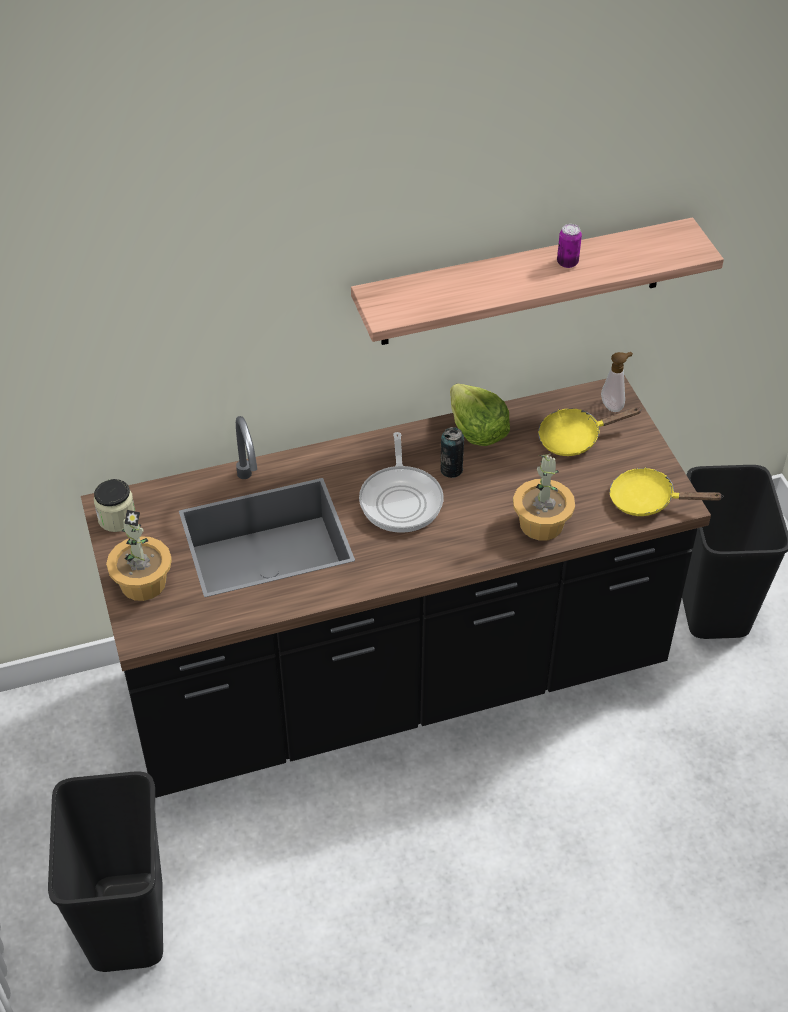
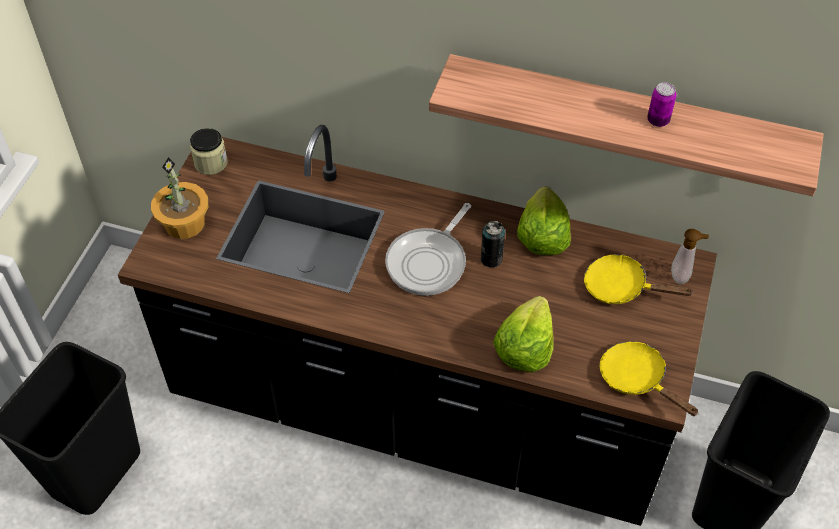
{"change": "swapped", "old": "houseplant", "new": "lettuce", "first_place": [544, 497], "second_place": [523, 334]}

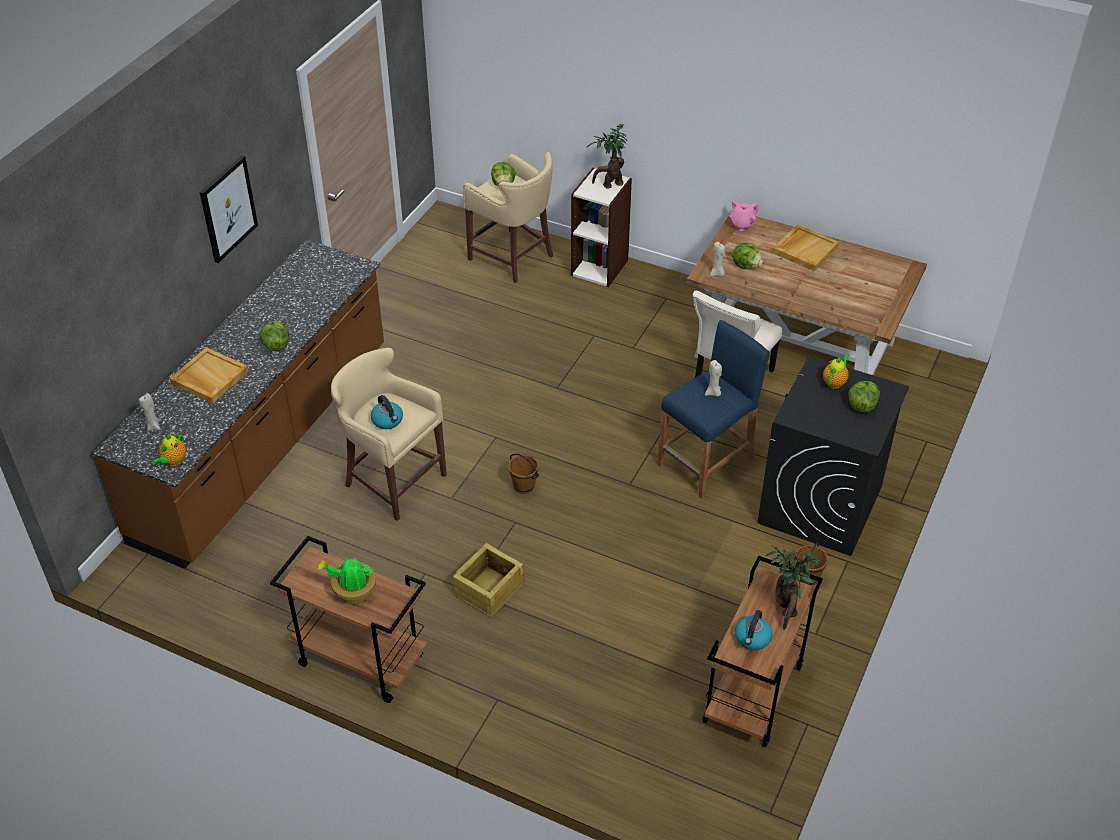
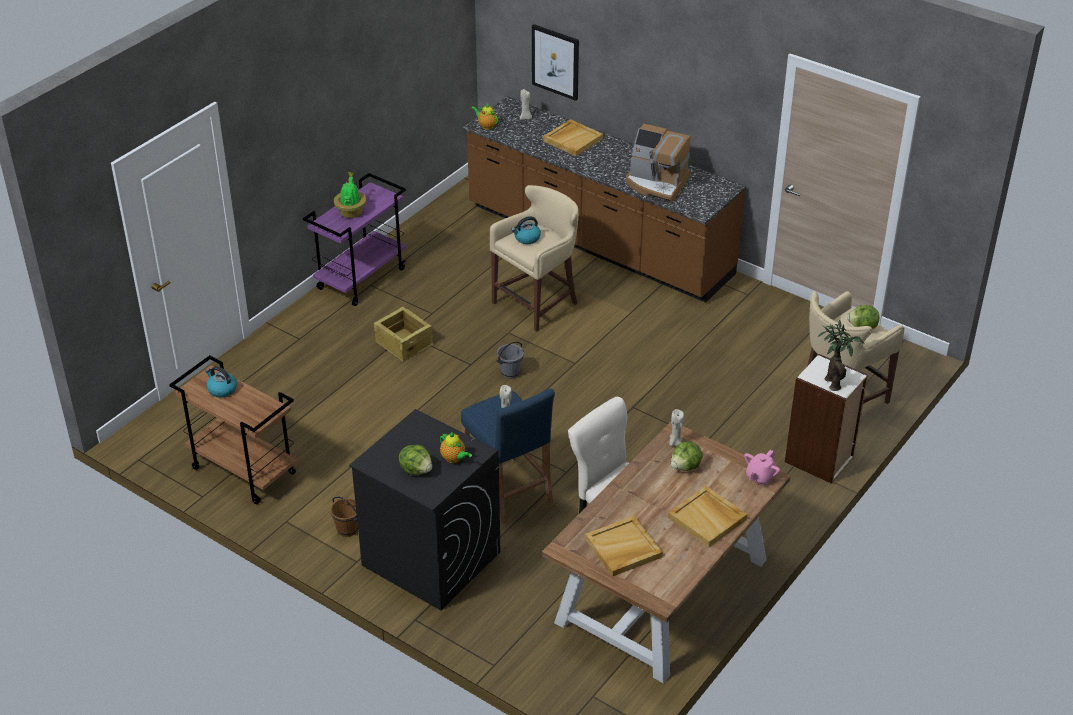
{"change": "shifted", "old": "wall_art", "first_place": [228, 209], "second_place": [555, 62]}
{"change": "gone", "old": "lettuce", "first_place": [274, 336]}
{"change": "repainted", "old": "brown_wheeled_cart", "new": "purple_wheeled_cart", "first_place": [349, 619], "second_place": [354, 239]}
{"change": "repainted", "old": "brown_bucket", "new": "greyish_bucket", "first_place": [523, 474], "second_place": [510, 360]}
{"change": "rotated", "old": "pinkish_pot_for_tea", "first_place": [744, 216], "second_place": [762, 468], "degrees": -120}
{"change": "gone", "old": "houseplant", "first_place": [793, 587]}
{"change": "new", "new": "beige-coloured_serving_tray", "second_place": [624, 546]}
{"change": "new", "new": "coffee_maker", "second_place": [658, 163]}

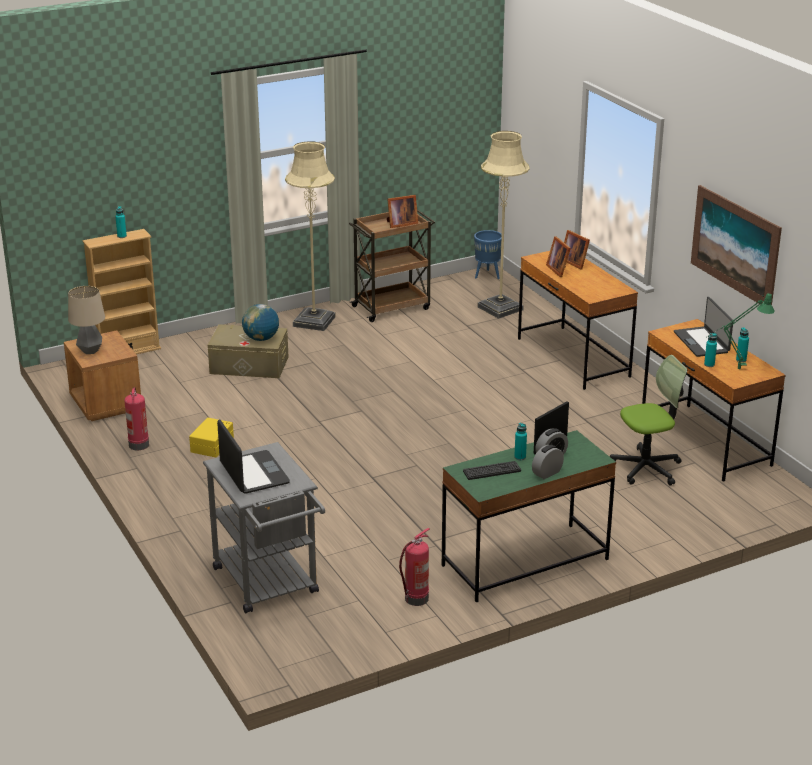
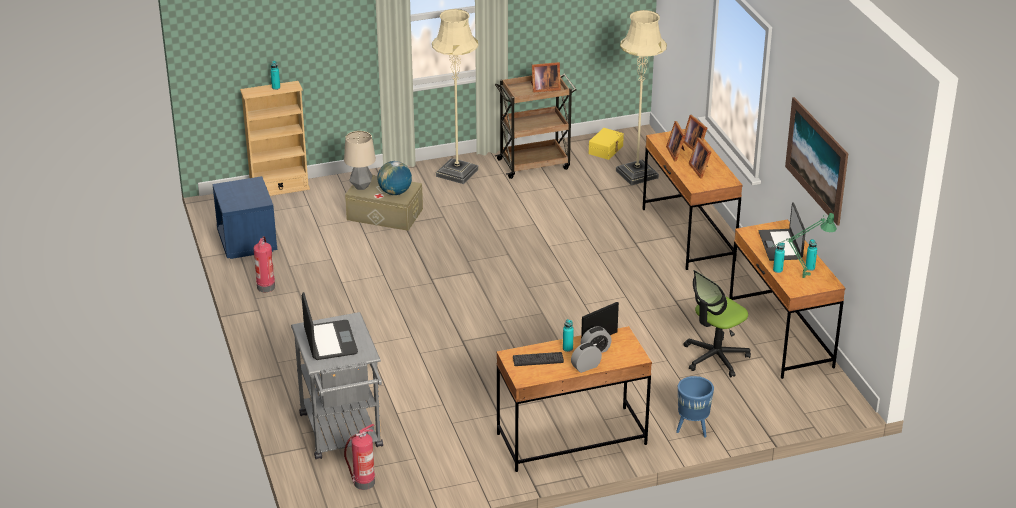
{"change": "repainted", "old": "brown_night_table", "new": "blue-coloured_night_table", "first_place": [102, 375], "second_place": [245, 217]}
{"change": "shifted", "old": "lamp_for_a_table", "first_place": [86, 320], "second_place": [360, 160]}
{"change": "shifted", "old": "yellow_storage_box", "first_place": [211, 437], "second_place": [606, 144]}
{"change": "shifted", "old": "fire_extinguisher", "first_place": [414, 567], "second_place": [359, 457]}
{"change": "repainted", "old": "green-coloured_desk_table", "new": "brown_desk_table", "first_place": [529, 516], "second_place": [574, 399]}
{"change": "shifted", "old": "blue-coloured_plant_pot", "first_place": [488, 254], "second_place": [695, 407]}
{"change": "rotated", "old": "computer_chair", "first_place": [648, 420], "second_place": [717, 323], "degrees": 150}
{"change": "new", "new": "picture_frame", "second_place": [699, 157]}

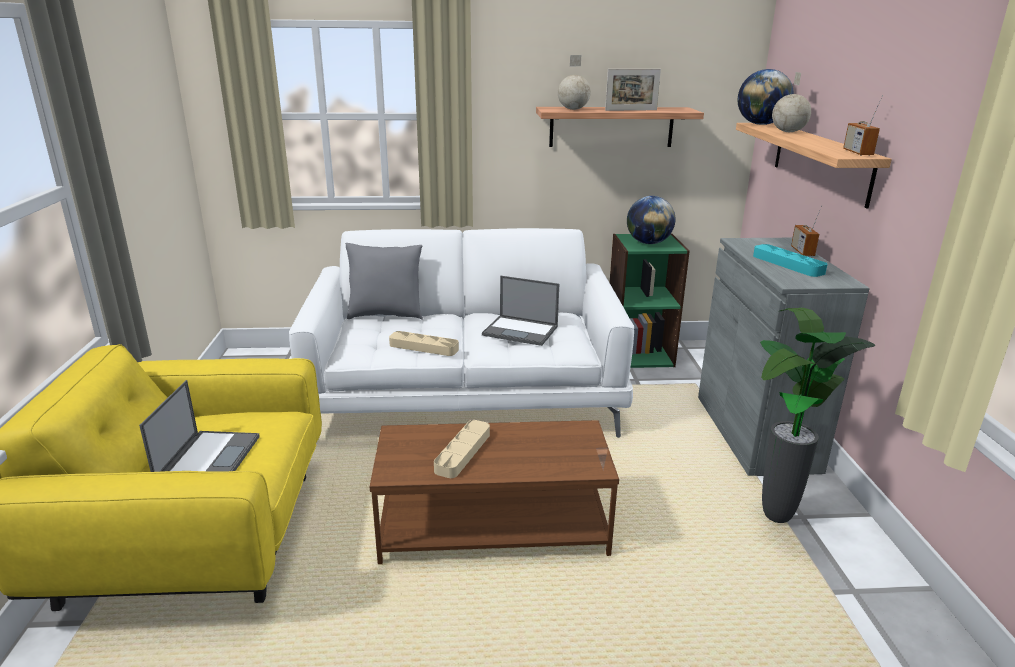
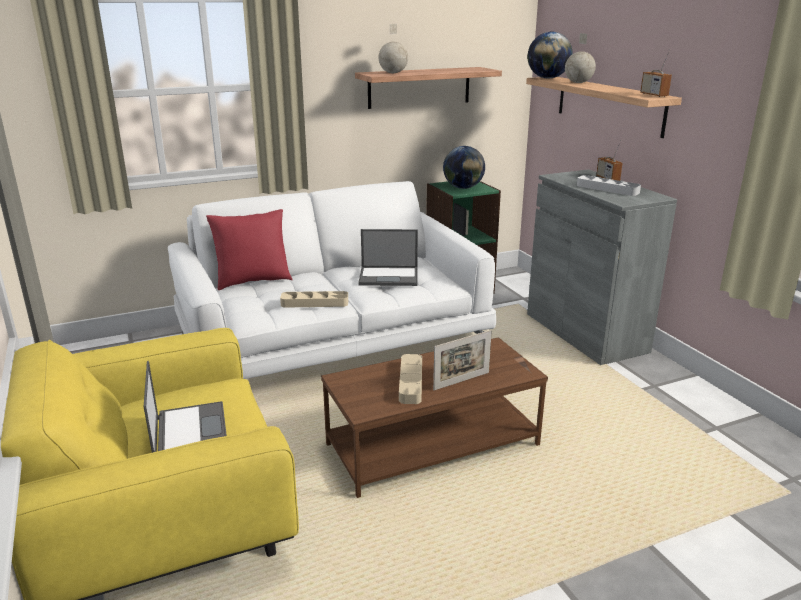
{"change": "repainted", "old": "greyish_cushion", "new": "red-coloured_cushion", "first_place": [384, 281], "second_place": [249, 249]}
{"change": "shifted", "old": "picture_frame", "first_place": [633, 90], "second_place": [462, 360]}
{"change": "repainted", "old": "blue-green_serving_tray", "new": "greyish_serving_tray", "first_place": [790, 260], "second_place": [609, 185]}
{"change": "gone", "old": "houseplant", "first_place": [817, 415]}

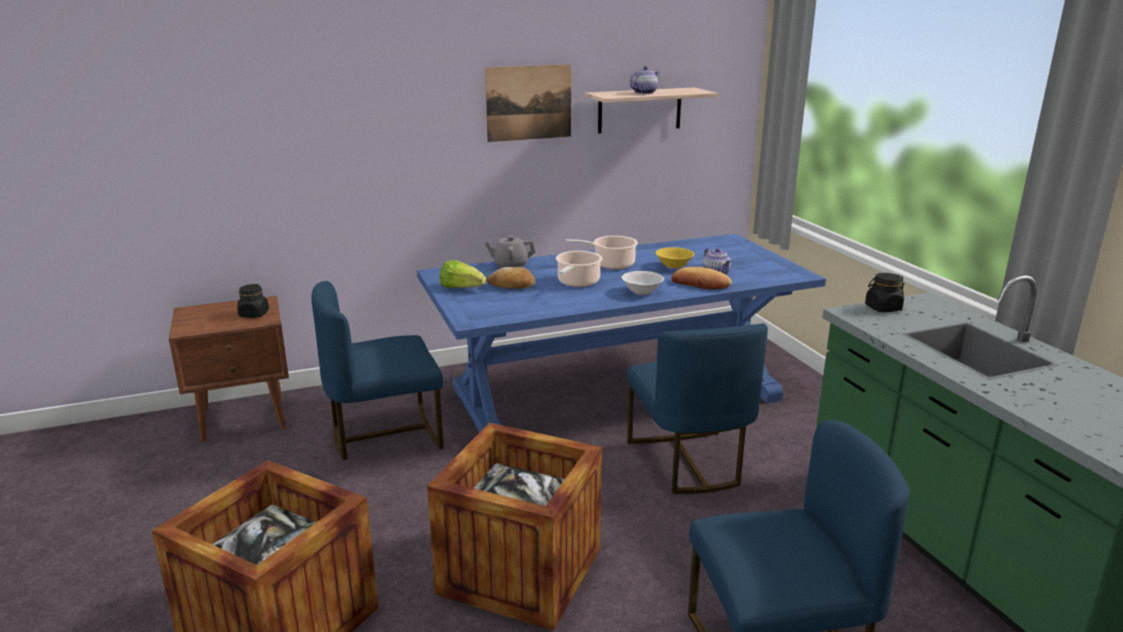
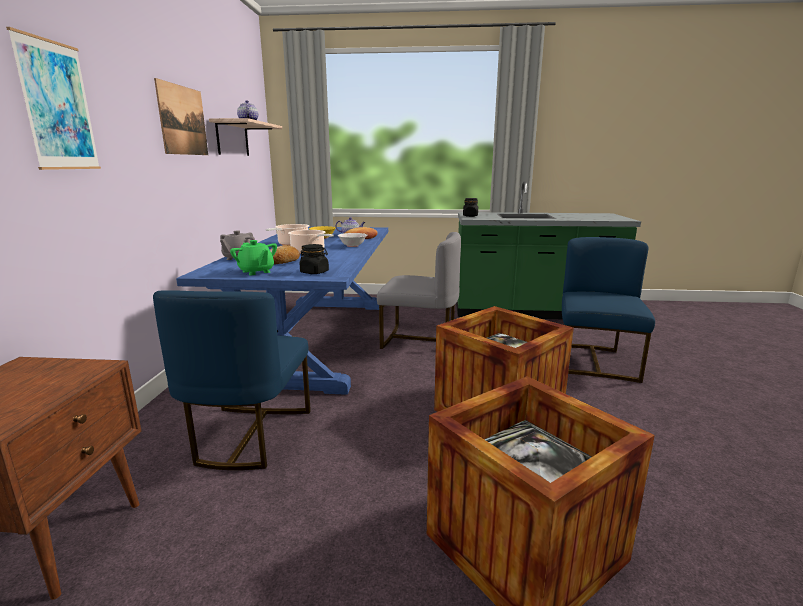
{"change": "shifted", "old": "blackish_preserve_jar", "first_place": [253, 301], "second_place": [314, 259]}
{"change": "swapped", "old": "lettuce", "new": "green-coloured_pot_for_tea", "first_place": [463, 274], "second_place": [253, 257]}
{"change": "repainted", "old": "blue-coloured_upright_chair", "new": "greyish_upright_chair", "first_place": [697, 408], "second_place": [419, 290]}
{"change": "new", "new": "wall_art", "second_place": [53, 98]}

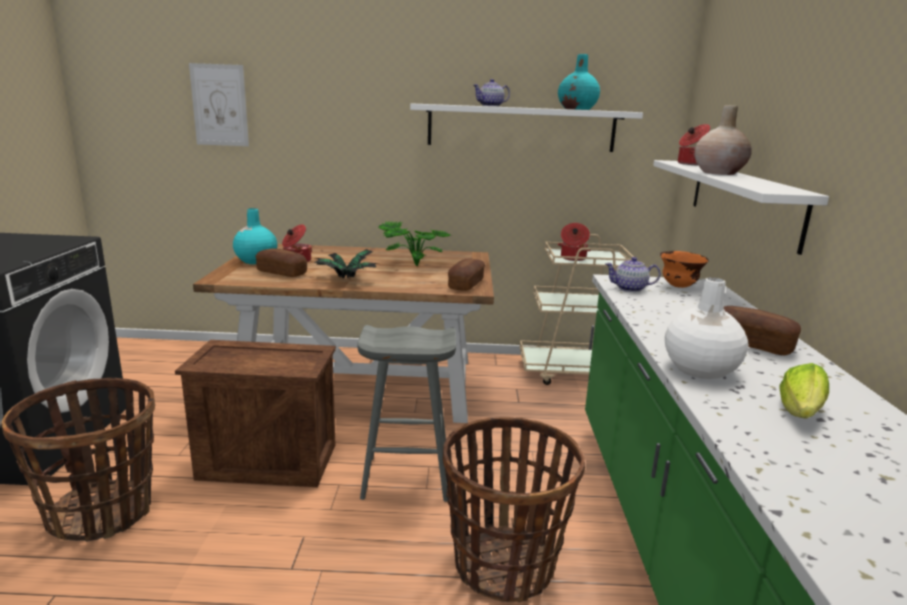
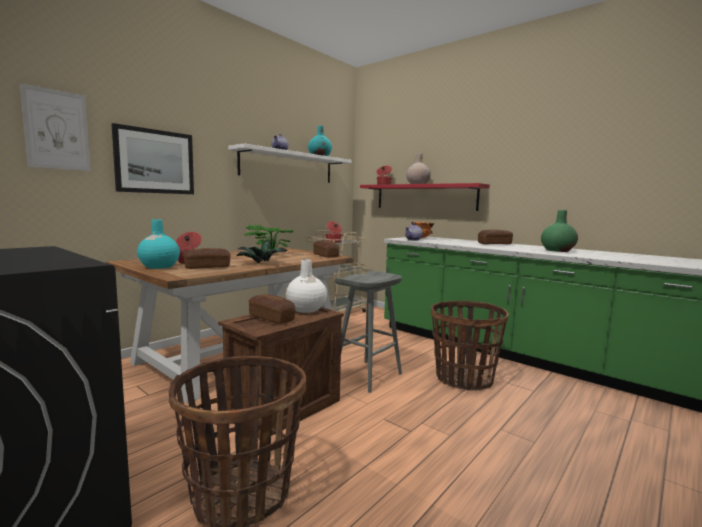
{"change": "repainted", "old": "white-coloured_wall_shelf", "new": "red-coloured_wall_shelf", "first_place": [741, 207], "second_place": [425, 197]}
{"change": "shifted", "old": "white-coloured_flower_vase", "first_place": [707, 328], "second_place": [306, 286]}
{"change": "swapped", "old": "lettuce", "new": "green-coloured_flower_vase", "first_place": [804, 391], "second_place": [559, 231]}
{"change": "new", "new": "wall_art", "second_place": [153, 158]}
{"change": "new", "new": "baked_bread", "second_place": [271, 309]}

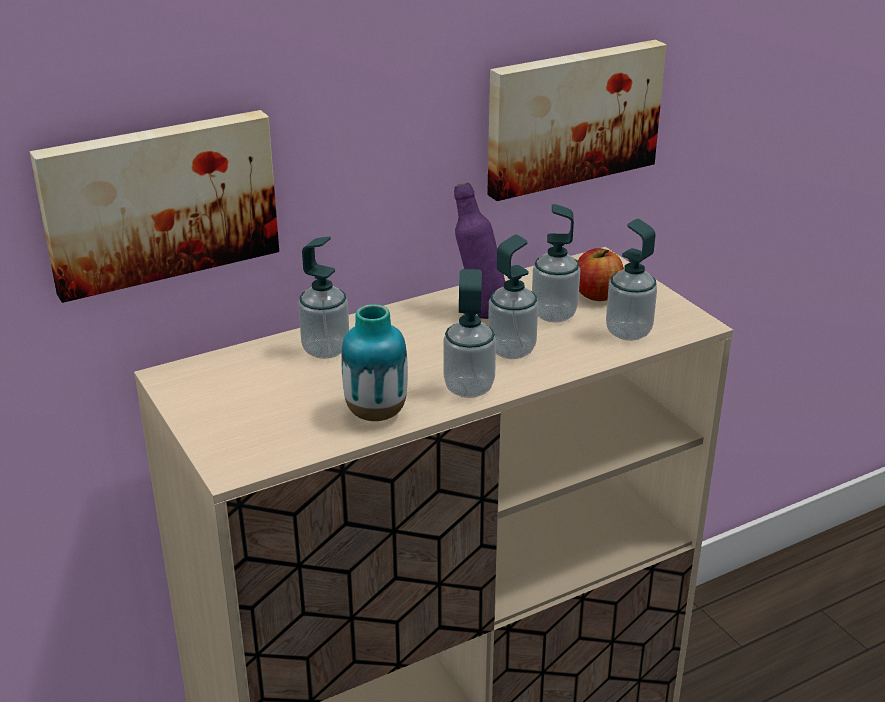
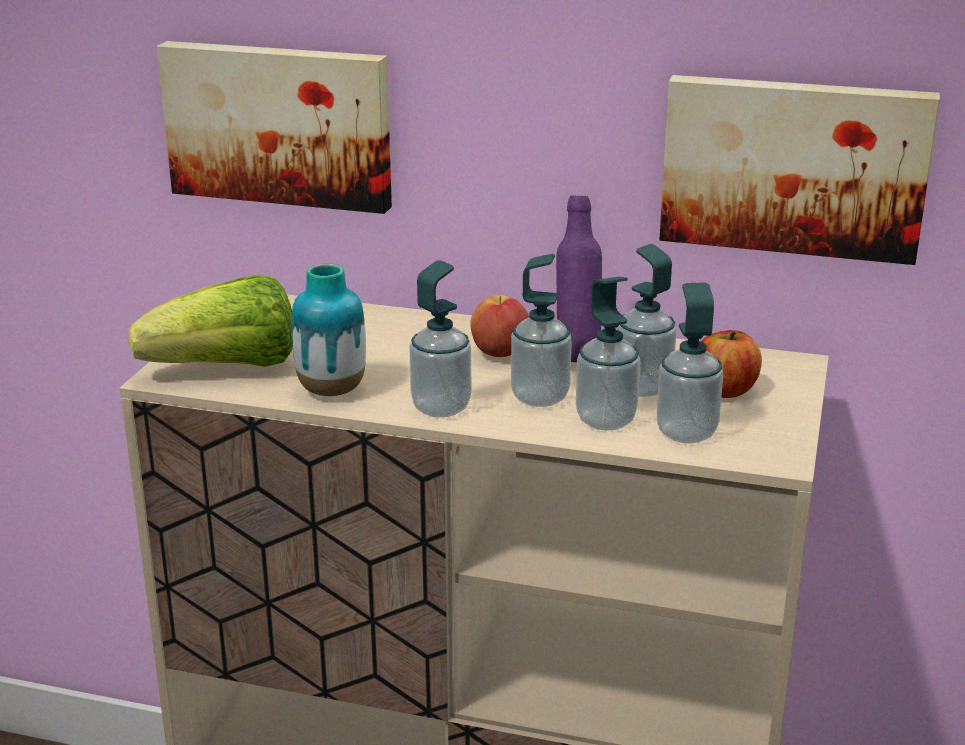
{"change": "shifted", "old": "soap_dispenser", "first_place": [323, 298], "second_place": [608, 354]}
{"change": "new", "new": "lettuce", "second_place": [211, 321]}
{"change": "new", "new": "whole_apple", "second_place": [499, 326]}

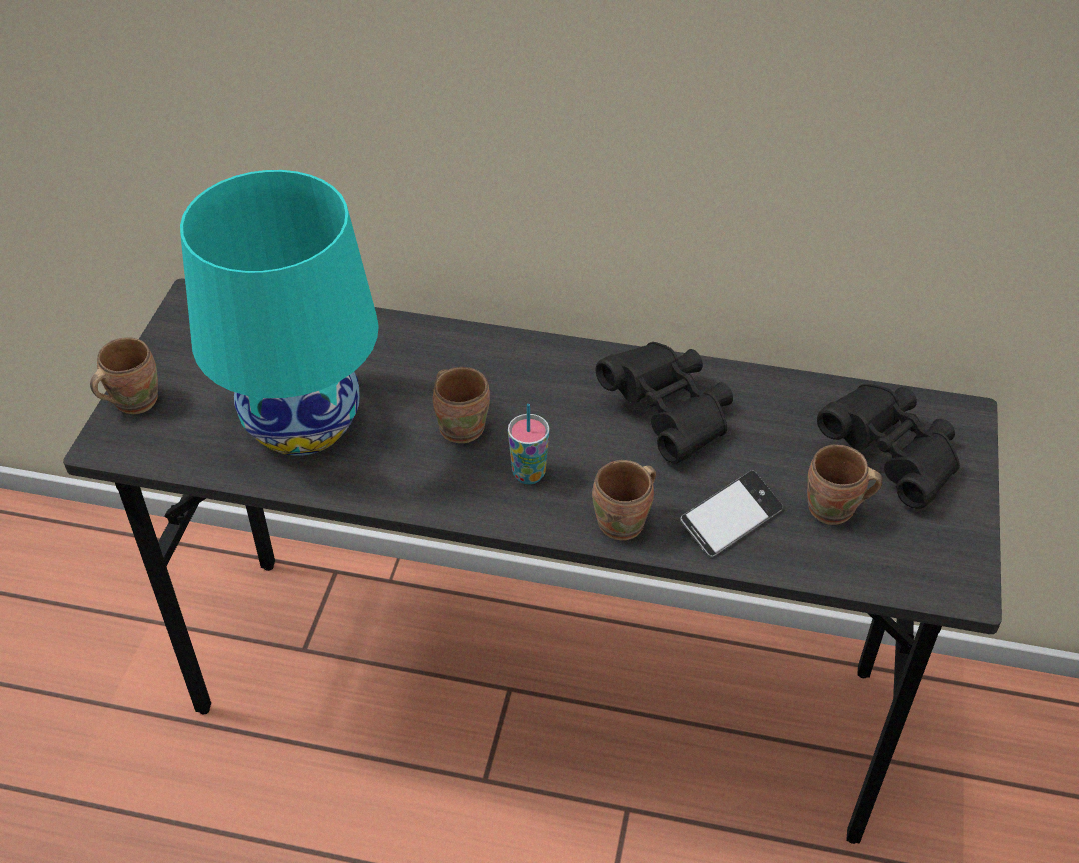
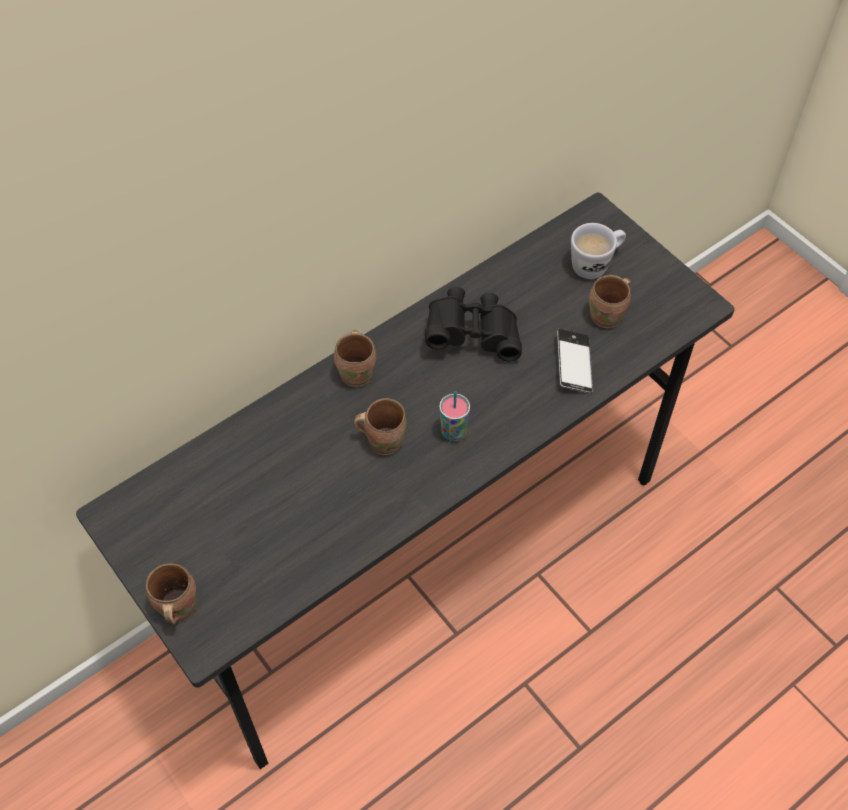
{"change": "gone", "old": "blue-green_lamp_for_a_table", "first_place": [279, 313]}
{"change": "shifted", "old": "brown_coffee_mug", "first_place": [624, 500], "second_place": [355, 358]}
{"change": "swapped", "old": "blackish_pair_of_binoculars", "new": "white-coloured_coffee_mug", "first_place": [888, 446], "second_place": [598, 251]}

